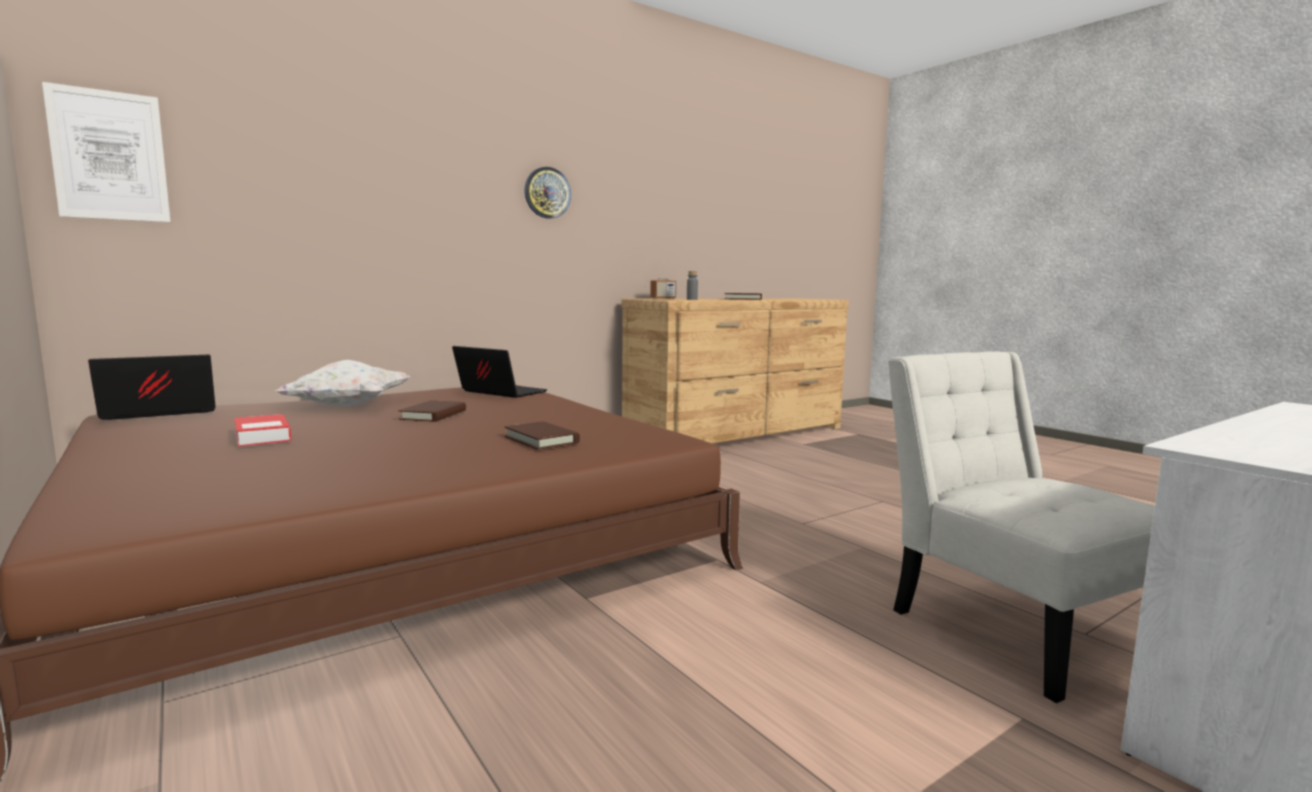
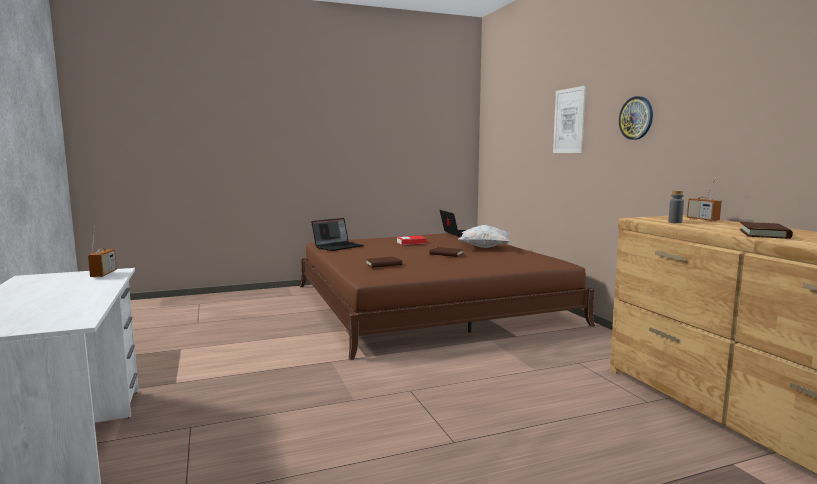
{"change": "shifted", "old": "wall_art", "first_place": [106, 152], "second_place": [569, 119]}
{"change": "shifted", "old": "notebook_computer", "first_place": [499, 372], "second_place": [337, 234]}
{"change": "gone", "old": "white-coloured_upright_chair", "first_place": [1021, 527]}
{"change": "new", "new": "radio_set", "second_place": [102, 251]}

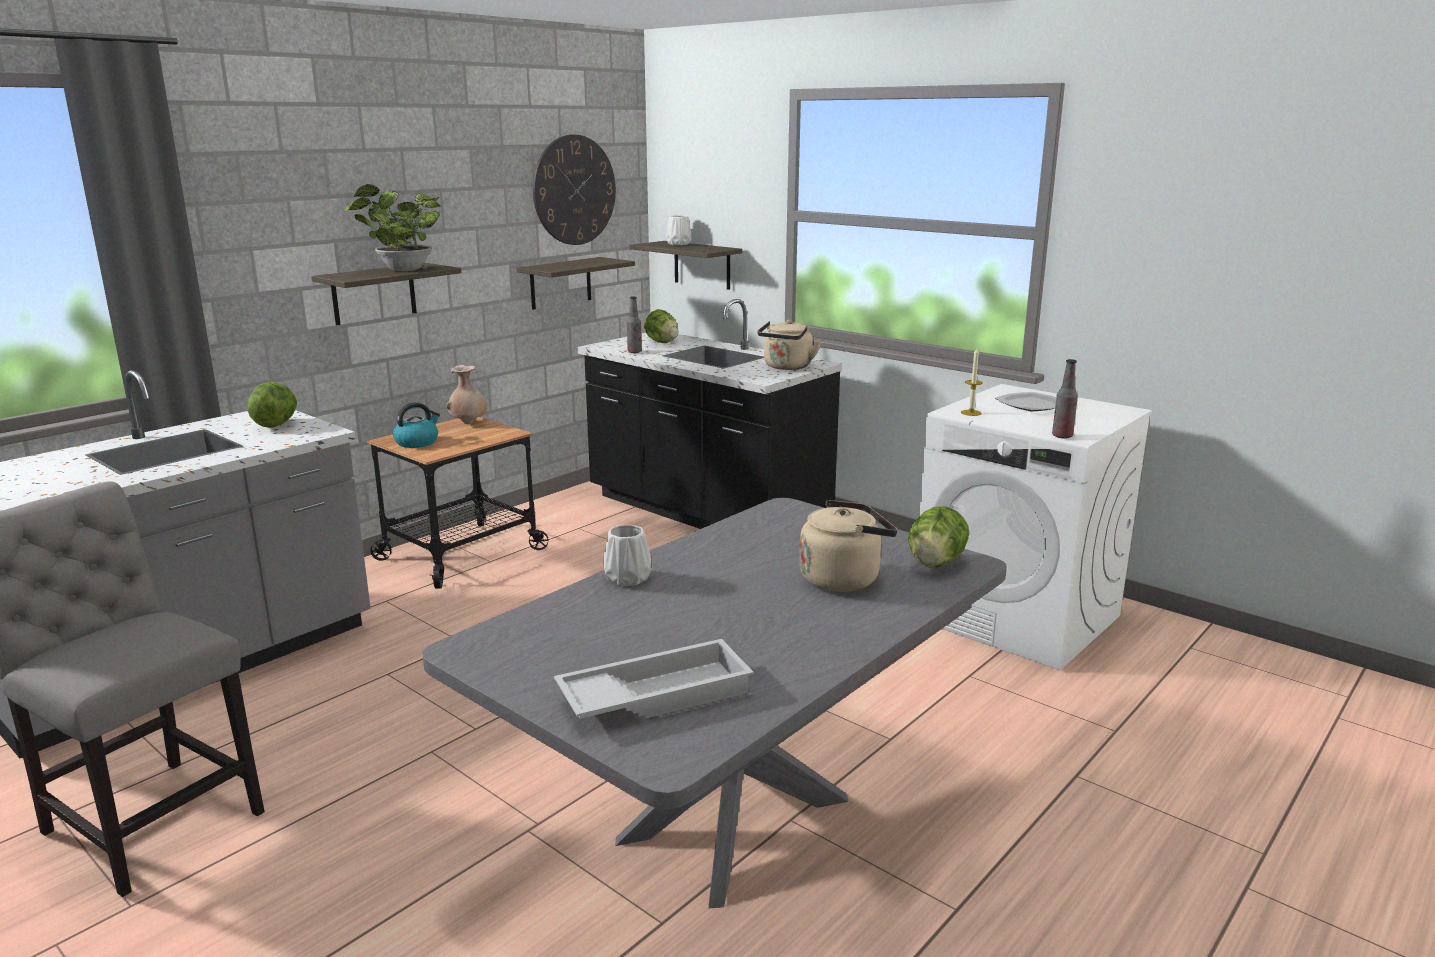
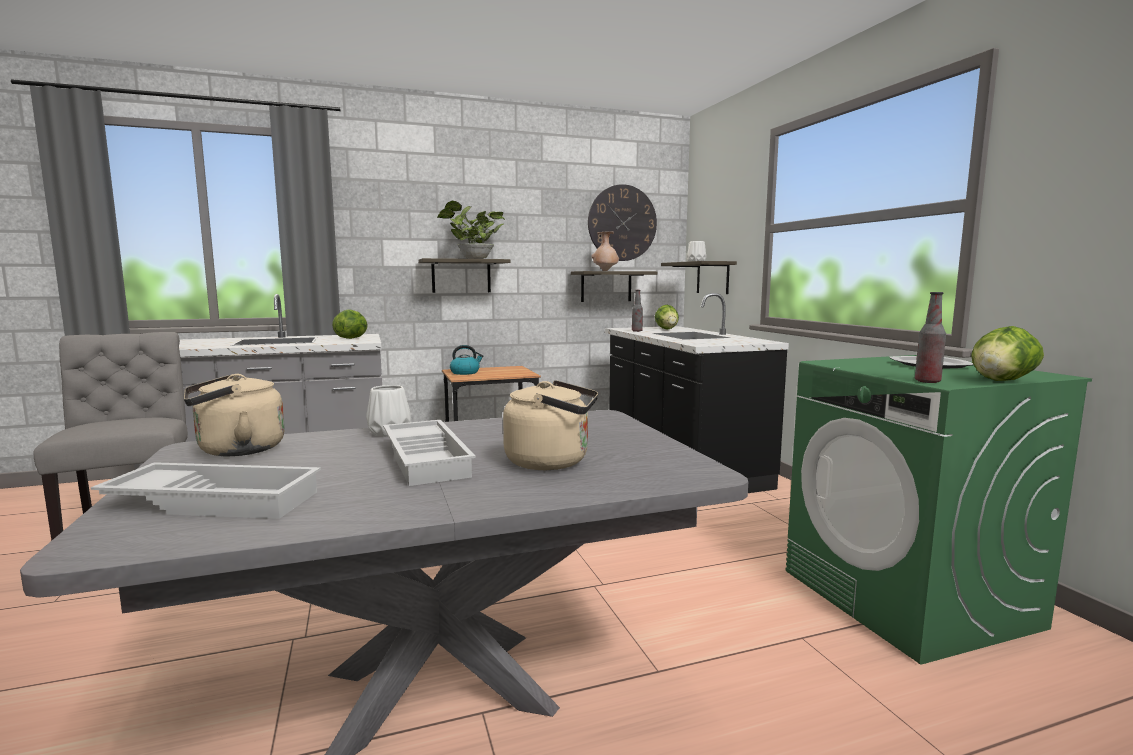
{"change": "shifted", "old": "beige-coloured_flower_vase", "first_place": [466, 394], "second_place": [605, 251]}
{"change": "shifted", "old": "beige-coloured_water_kettle", "first_place": [789, 345], "second_place": [234, 415]}
{"change": "shifted", "old": "lettuce", "first_place": [939, 536], "second_place": [1007, 353]}
{"change": "repainted", "old": "white-coloured_laundry_appliance", "new": "green-coloured_laundry_appliance", "first_place": [1035, 527], "second_place": [939, 509]}
{"change": "gone", "old": "wax_candle", "first_place": [972, 382]}
{"change": "new", "new": "white-coloured_serving_tray", "second_place": [429, 453]}

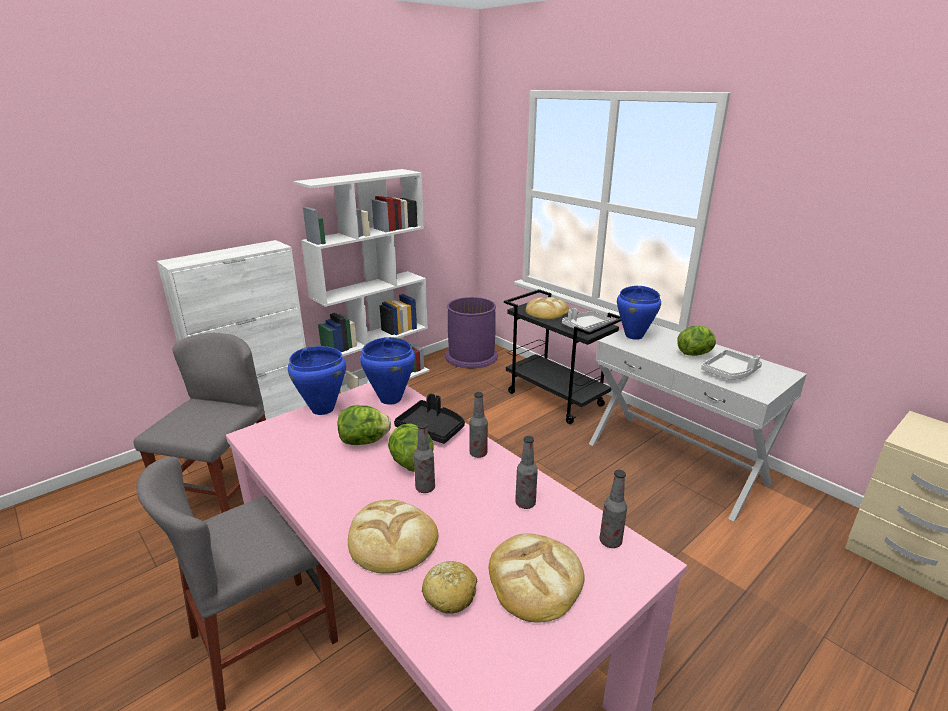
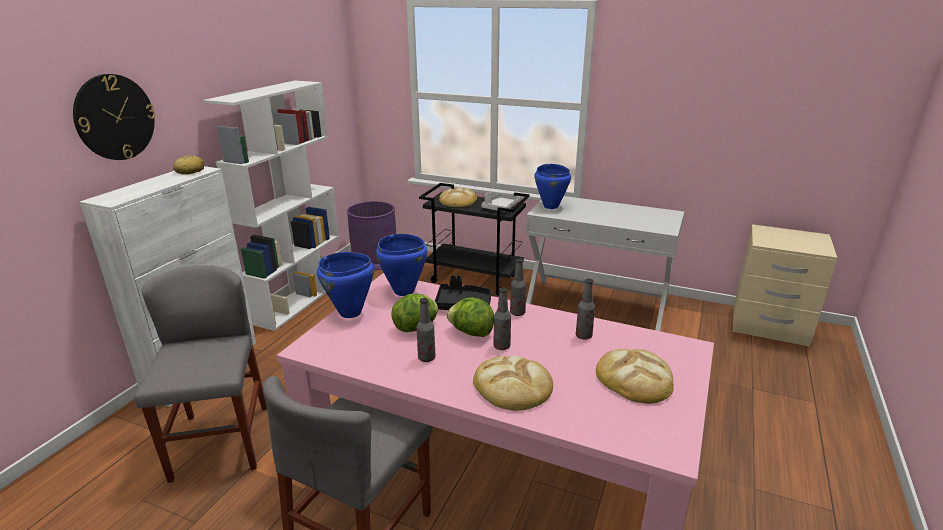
{"change": "shifted", "old": "baked_bread", "first_place": [449, 587], "second_place": [188, 164]}
{"change": "shifted", "old": "drink_bottle", "first_place": [613, 509], "second_place": [426, 330]}
{"change": "gone", "old": "lettuce", "first_place": [696, 340]}
{"change": "gone", "old": "greyish_serving_tray", "first_place": [731, 365]}
{"change": "new", "new": "clock_on_the_wall", "second_place": [114, 117]}

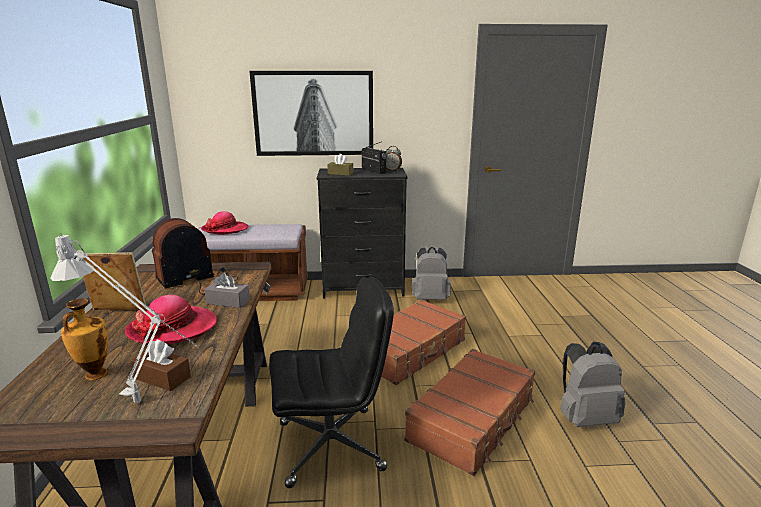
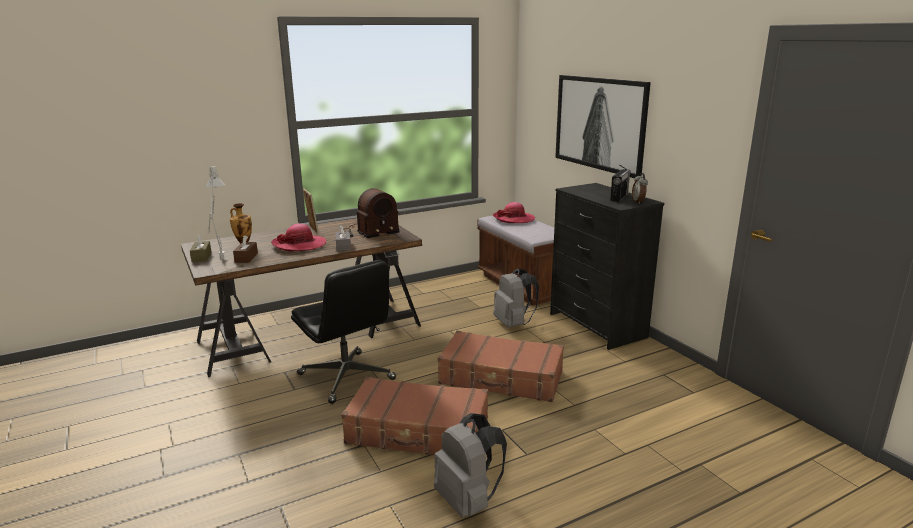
{"change": "rotated", "old": "radio_set", "first_place": [195, 256], "second_place": [370, 213], "degrees": 120}
{"change": "shifted", "old": "brown_tissue_box", "first_place": [340, 165], "second_place": [200, 248]}
{"change": "shifted", "old": "greyish_rucksack", "first_place": [431, 273], "second_place": [516, 297]}

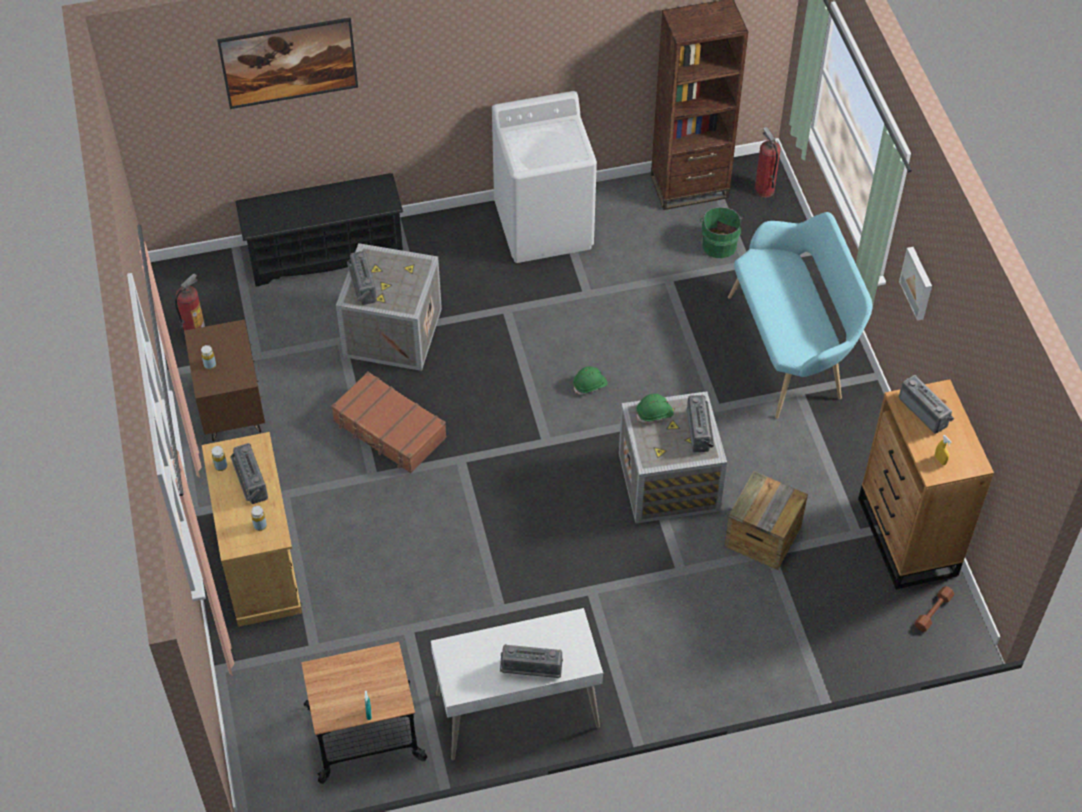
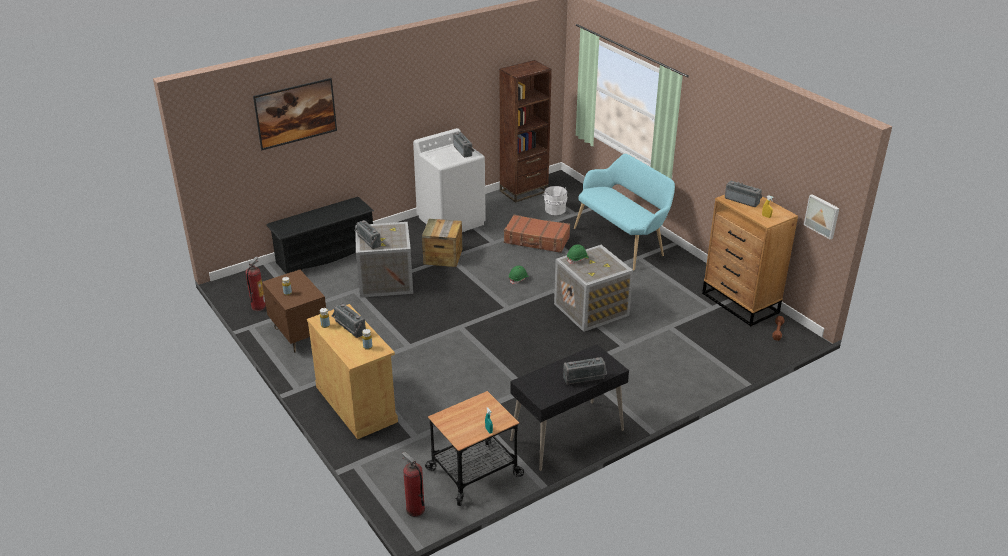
{"change": "shifted", "old": "brown_piece_of_luggage", "first_place": [389, 422], "second_place": [537, 234]}
{"change": "repainted", "old": "white-coloured_desk_table", "new": "blackish_desk_table", "first_place": [517, 684], "second_place": [569, 407]}
{"change": "shifted", "old": "radio_set", "first_place": [700, 423], "second_place": [464, 144]}
{"change": "repainted", "old": "green-coloured_bucket", "new": "white-coloured_bucket", "first_place": [721, 232], "second_place": [554, 200]}
{"change": "shifted", "old": "crate", "first_place": [766, 520], "second_place": [442, 243]}
{"change": "shifted", "old": "fire_extinguisher", "first_place": [767, 162], "second_place": [413, 484]}
{"change": "shifted", "old": "wall_art", "first_place": [915, 284], "second_place": [821, 217]}

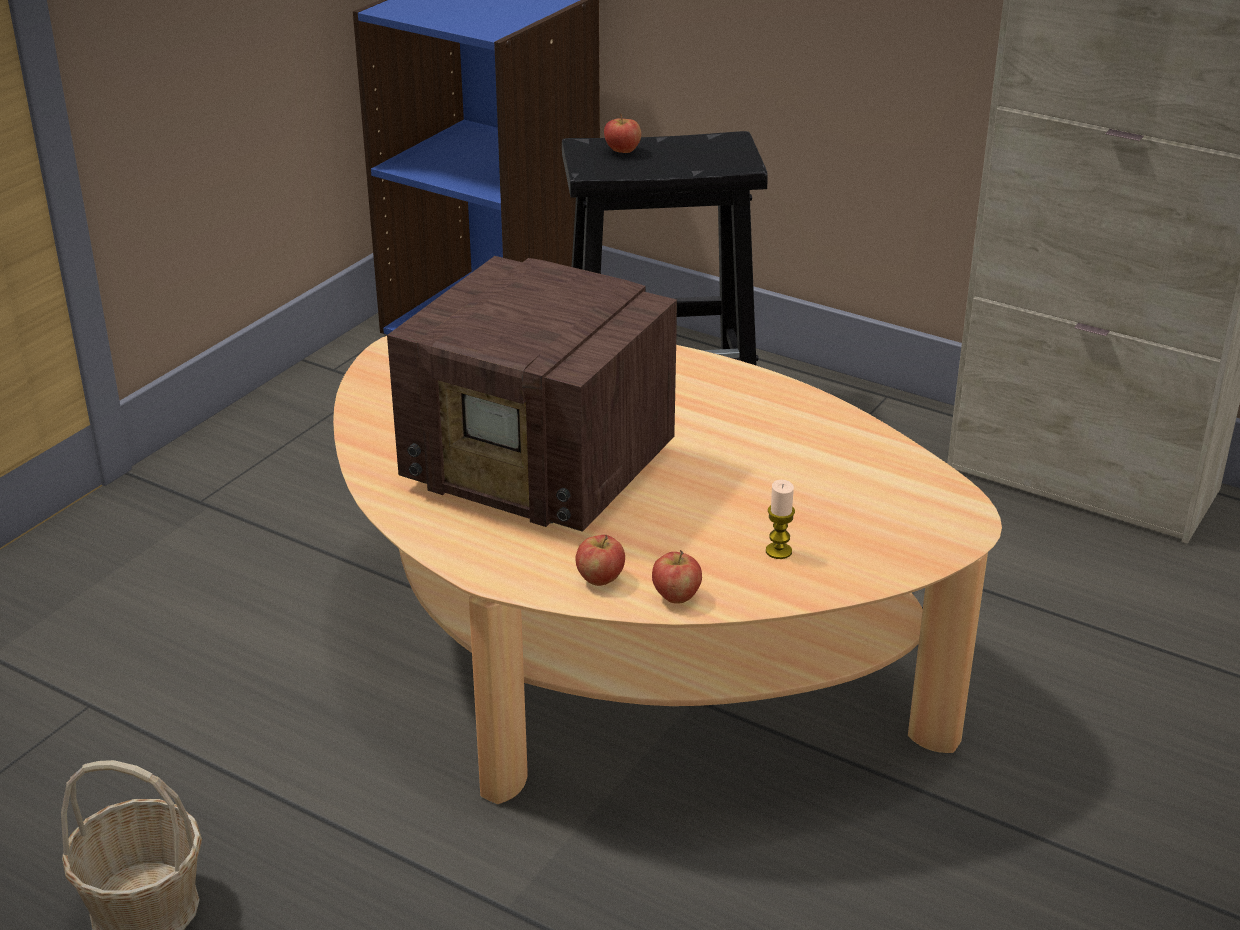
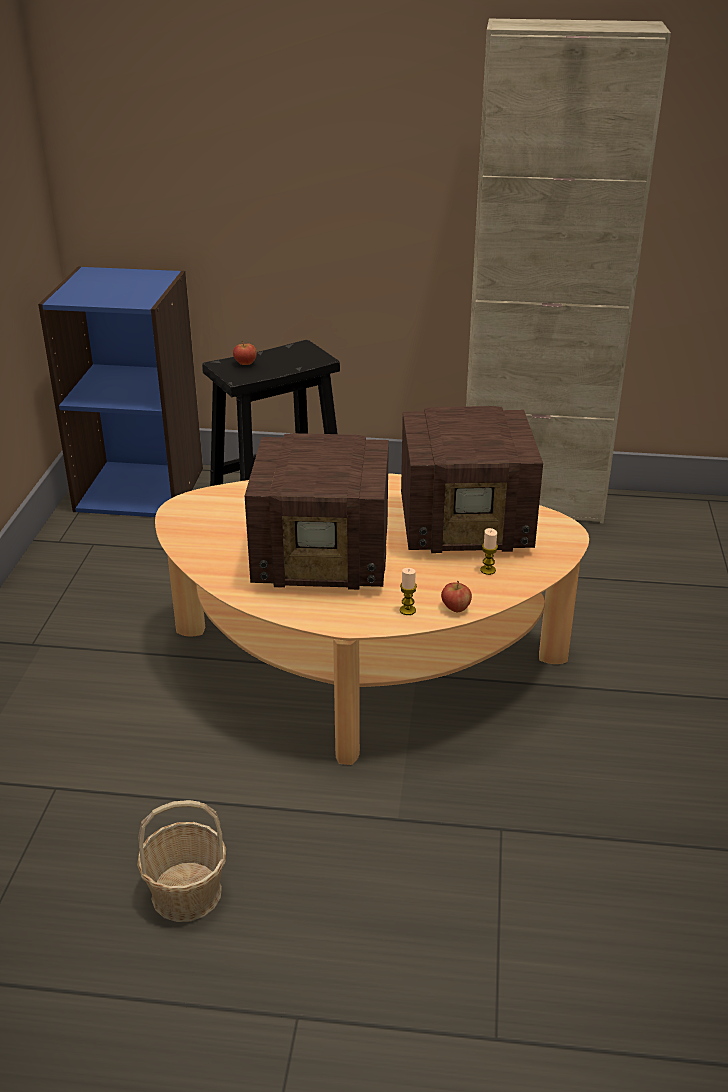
{"change": "swapped", "old": "whole_apple", "new": "wax_candle", "first_place": [600, 560], "second_place": [408, 591]}
{"change": "new", "new": "radio_set", "second_place": [472, 479]}

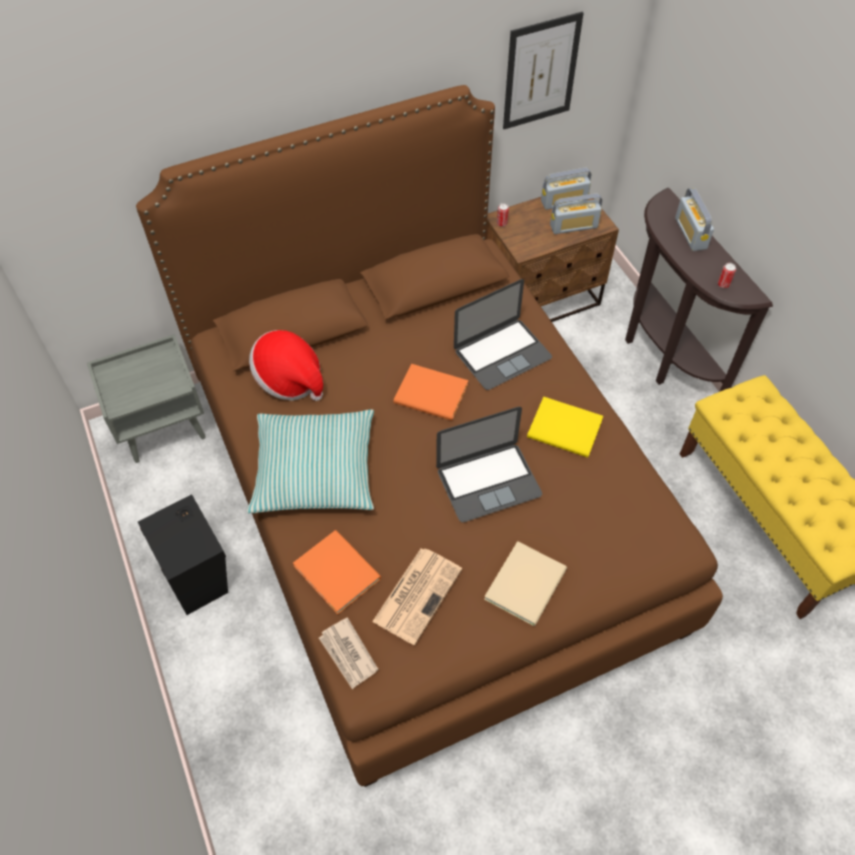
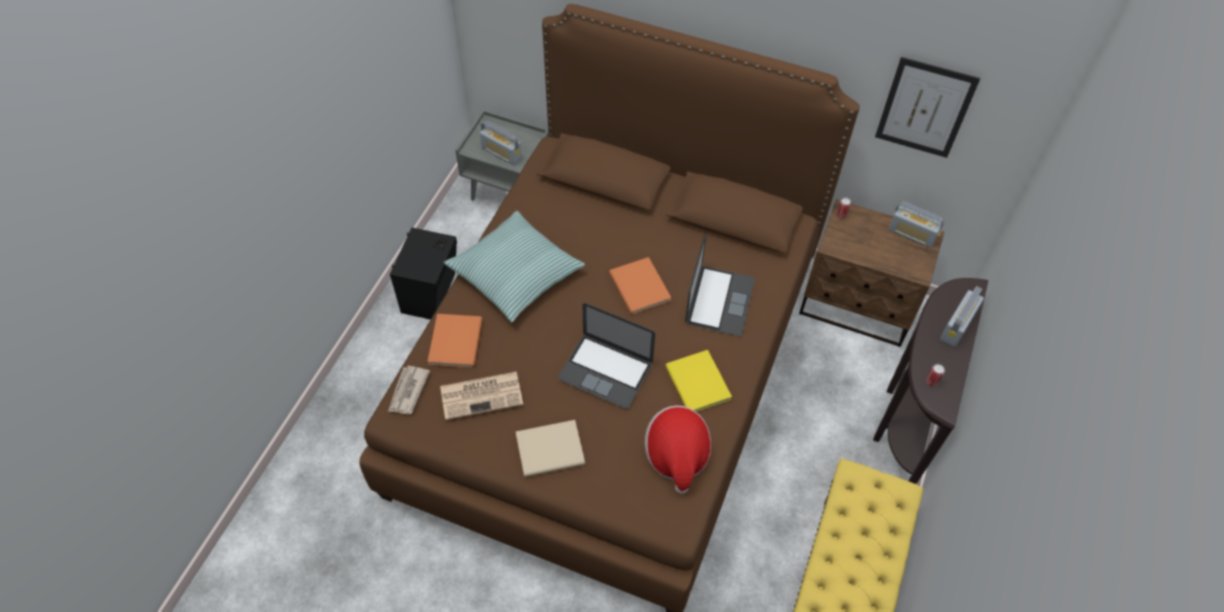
{"change": "shifted", "old": "hat", "first_place": [286, 365], "second_place": [678, 449]}
{"change": "rotated", "old": "notebook_computer", "first_place": [503, 334], "second_place": [720, 284], "degrees": -90}
{"change": "shifted", "old": "radio_set", "first_place": [576, 214], "second_place": [501, 143]}

